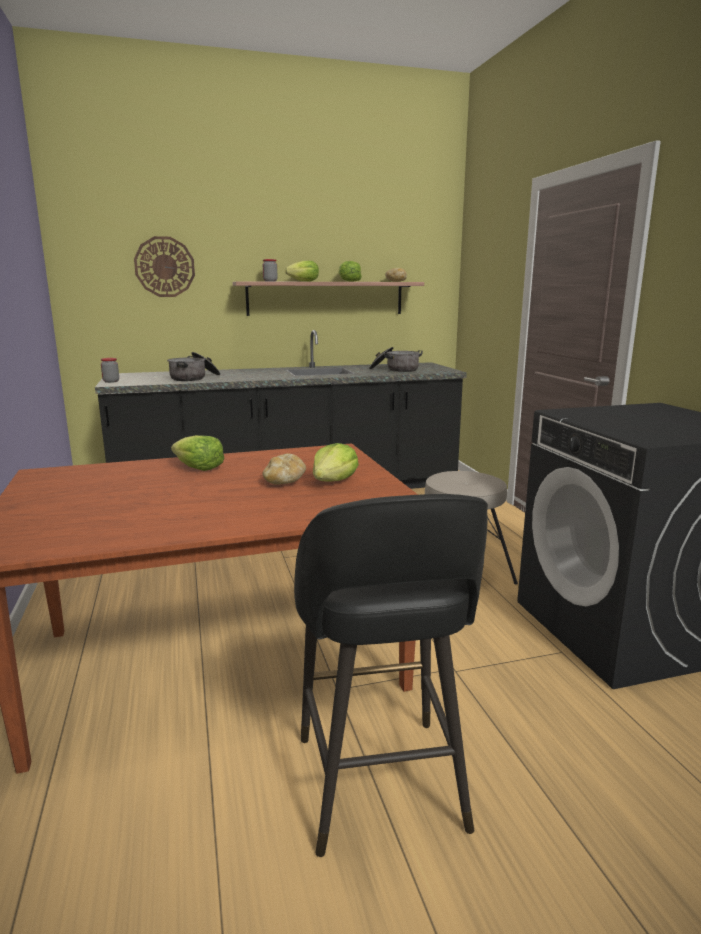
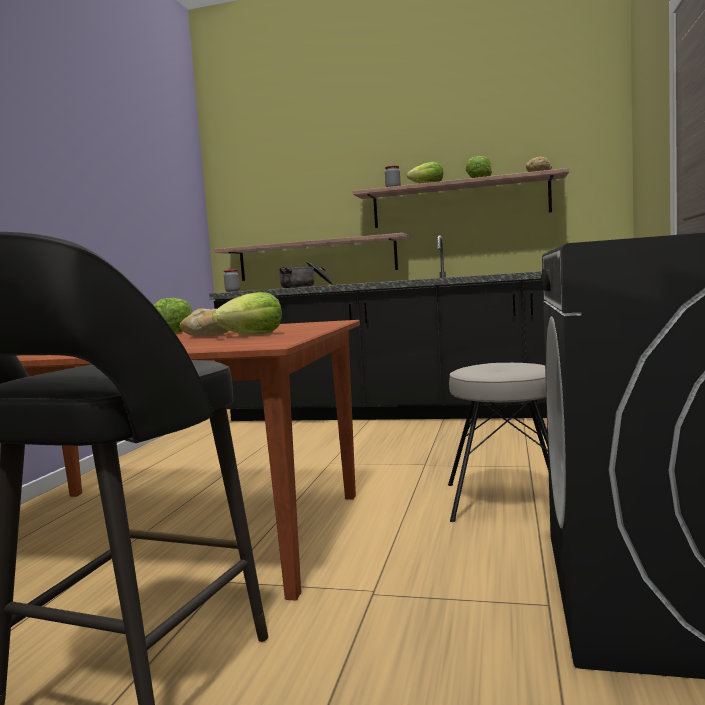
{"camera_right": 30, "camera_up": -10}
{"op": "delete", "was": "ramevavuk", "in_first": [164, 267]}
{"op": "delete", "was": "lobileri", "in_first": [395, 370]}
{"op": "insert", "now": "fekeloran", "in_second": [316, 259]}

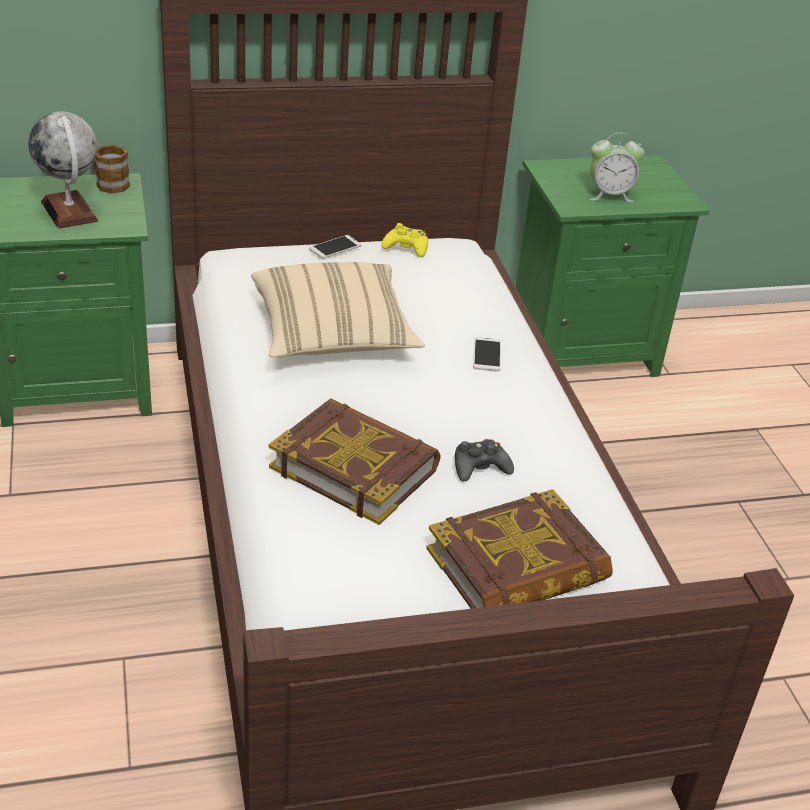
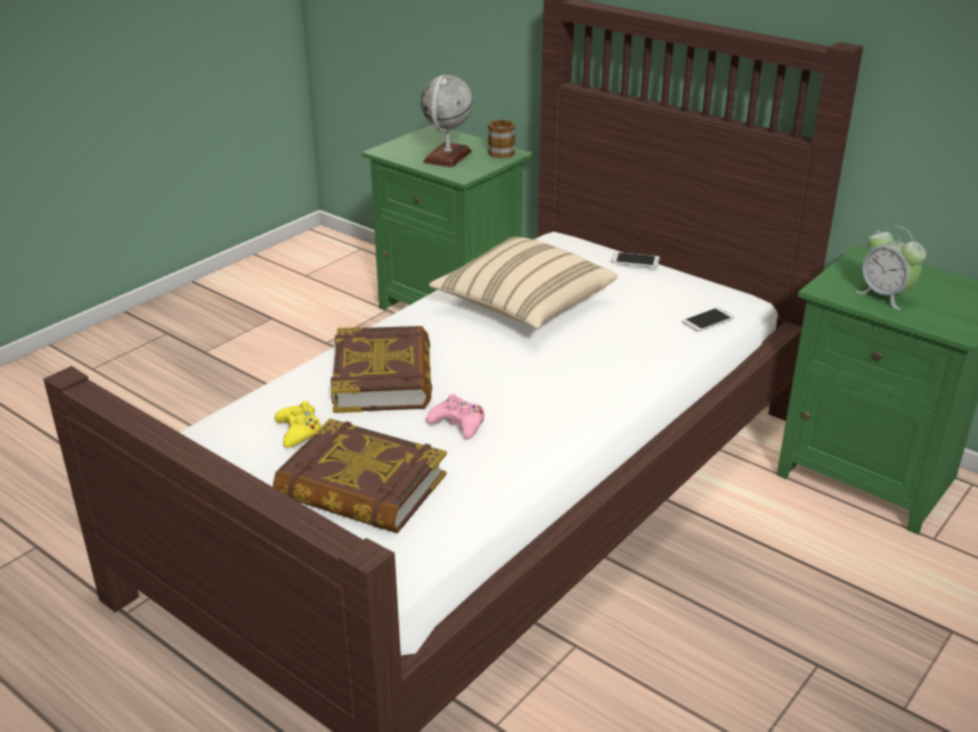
{"camera_right": 55, "camera_up": -5}
{"op": "move", "was": "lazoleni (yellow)", "in_first": [406, 247], "in_second": [299, 432]}
{"op": "move", "was": "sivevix", "in_first": [487, 355], "in_second": [708, 320]}
{"op": "recolor", "was": "lazoleni (black)", "now": "lazoleni (pink)", "in_first": [480, 467], "in_second": [458, 424]}

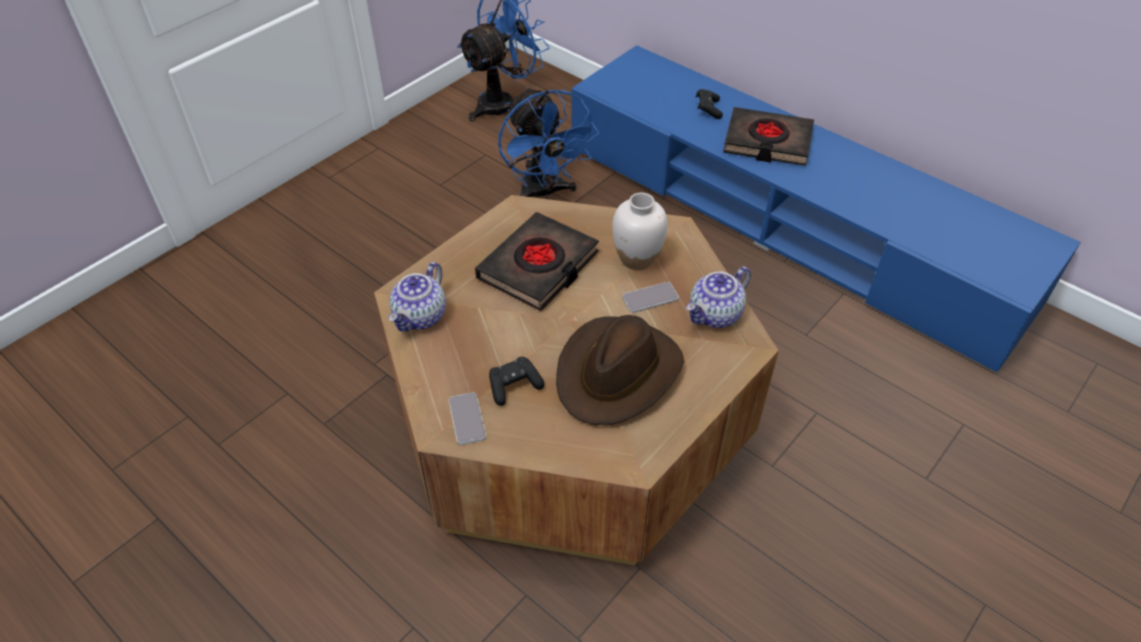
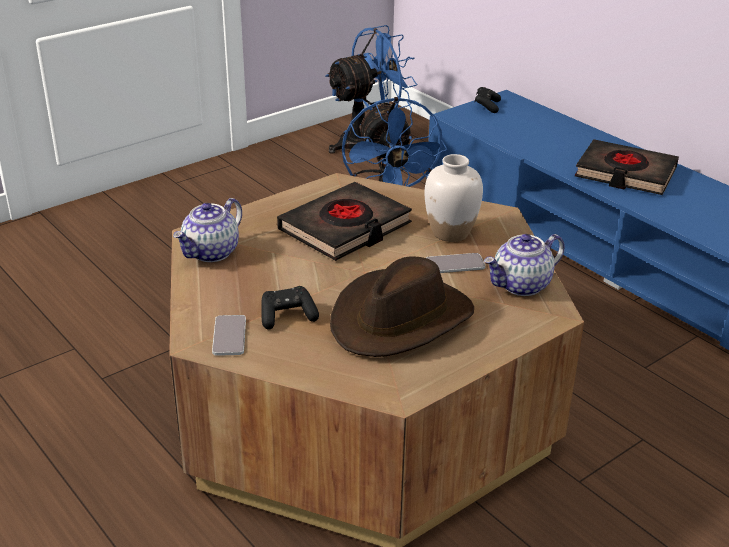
{"camera_right": 10, "camera_up": -15}
{"op": "move", "was": "lazoleni (black)", "in_first": [708, 109], "in_second": [487, 106]}

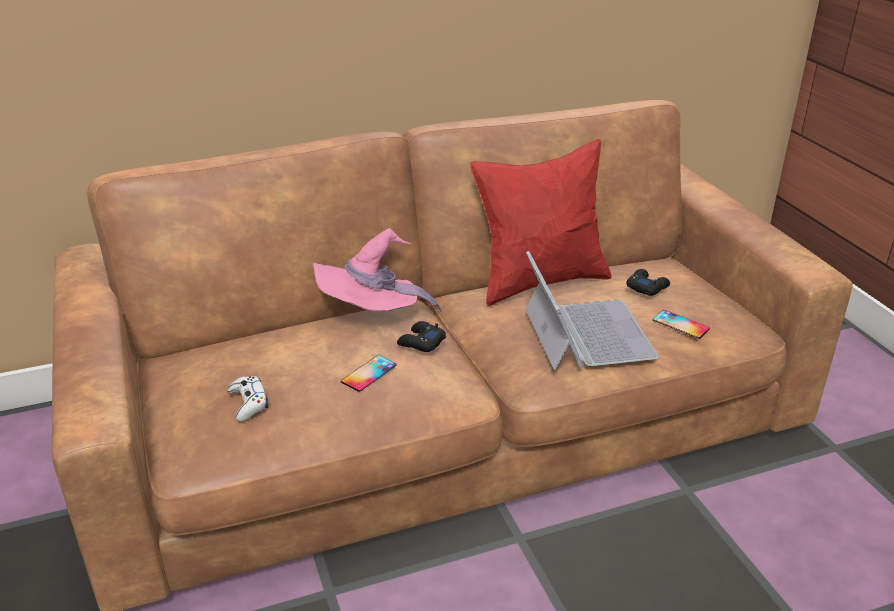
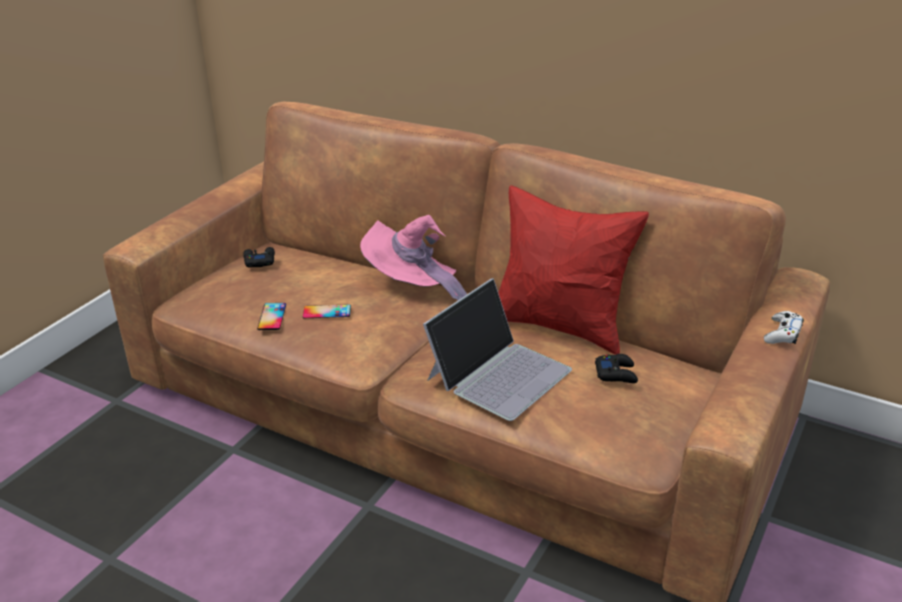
{"camera_right": 50, "camera_up": 0}
{"op": "move", "was": "lazoleni (white)", "in_first": [248, 403], "in_second": [782, 334]}
{"op": "move", "was": "lazoleni (black)", "in_first": [421, 342], "in_second": [259, 261]}
{"op": "move", "was": "sivevix", "in_first": [680, 324], "in_second": [272, 316]}

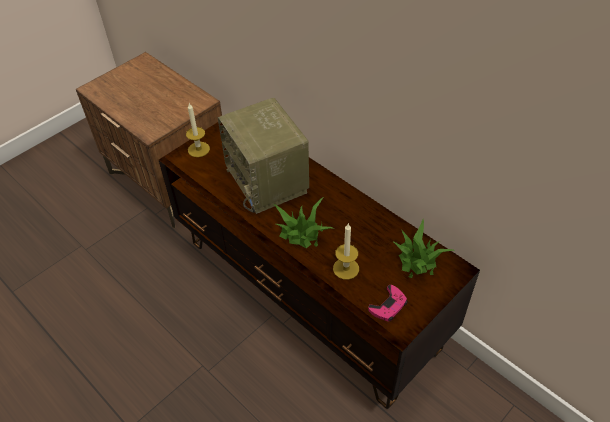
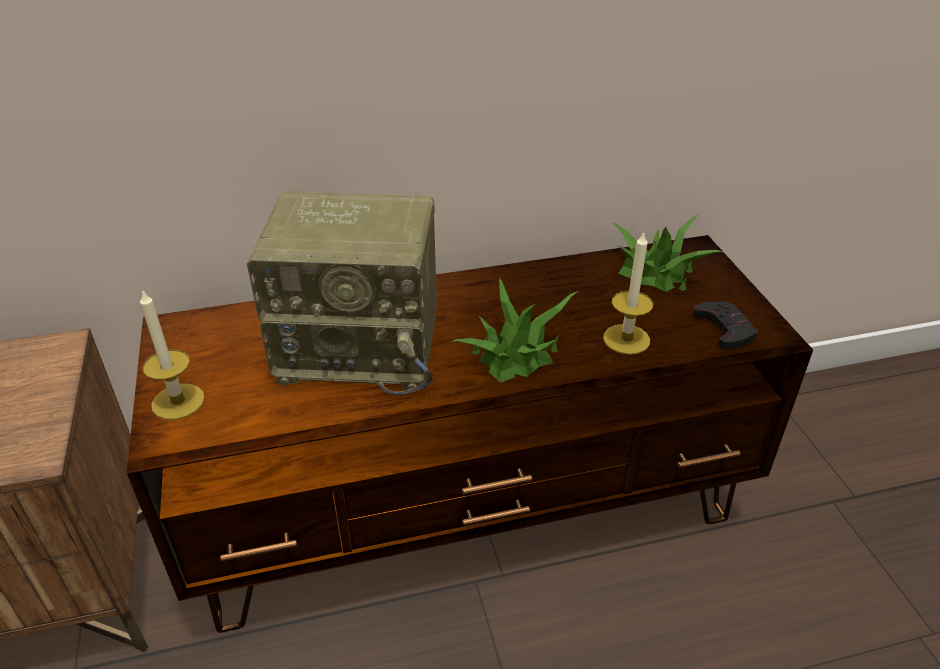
{"camera_right": -60, "camera_up": -10}
{"op": "recolor", "was": "lazoleni (pink)", "now": "lazoleni (black)", "in_first": [388, 306], "in_second": [724, 328]}

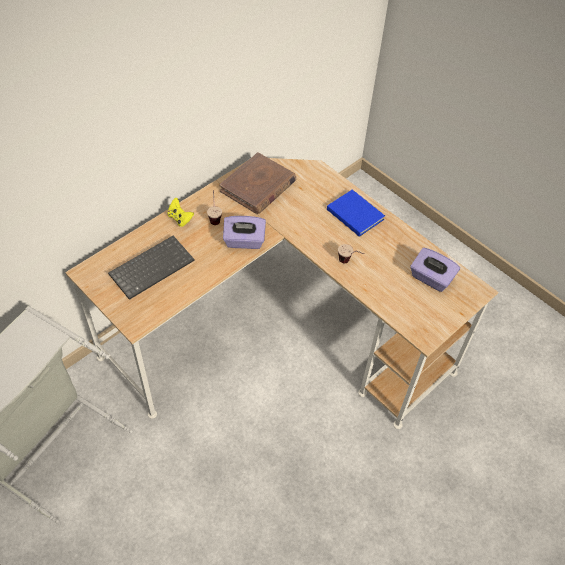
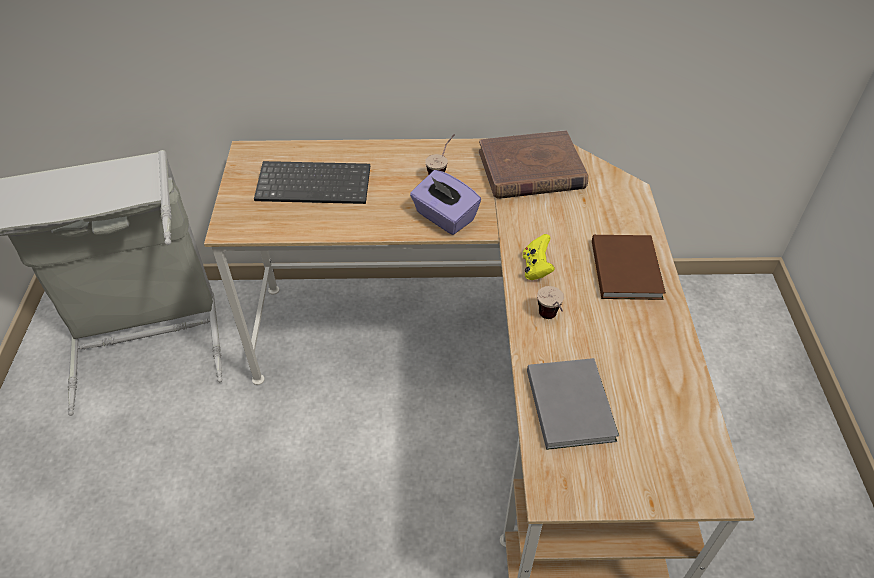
{"camera_right": 45, "camera_up": -5}
{"op": "delete", "was": "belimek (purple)", "in_first": [431, 278]}
{"op": "insert", "now": "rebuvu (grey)", "in_second": [571, 403]}
{"op": "move", "was": "lazoleni (yellow)", "in_first": [180, 218], "in_second": [536, 268]}
{"op": "recolor", "was": "rebuvu (blue)", "now": "rebuvu (brown)", "in_first": [354, 213], "in_second": [627, 268]}

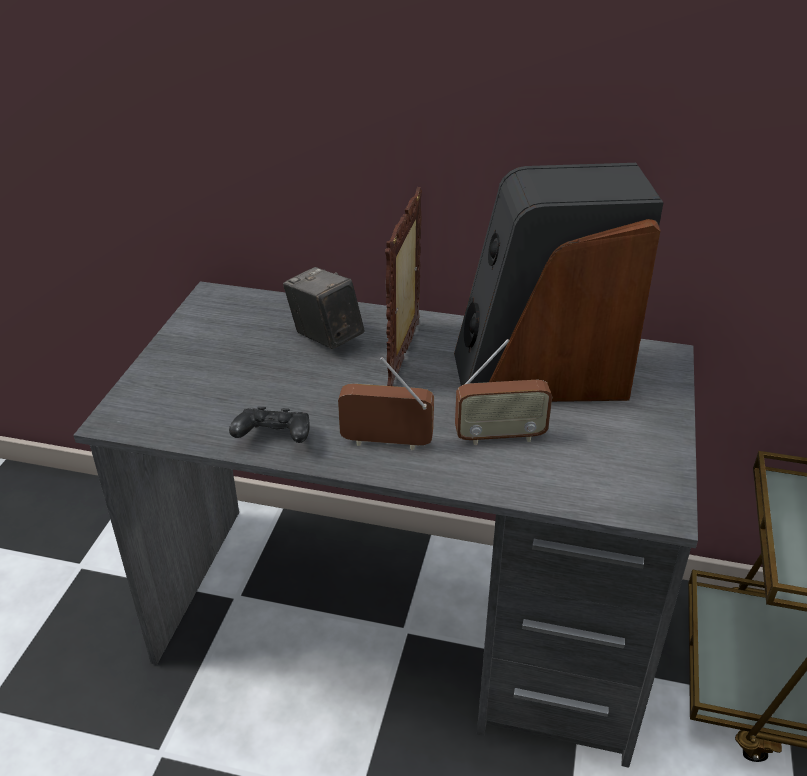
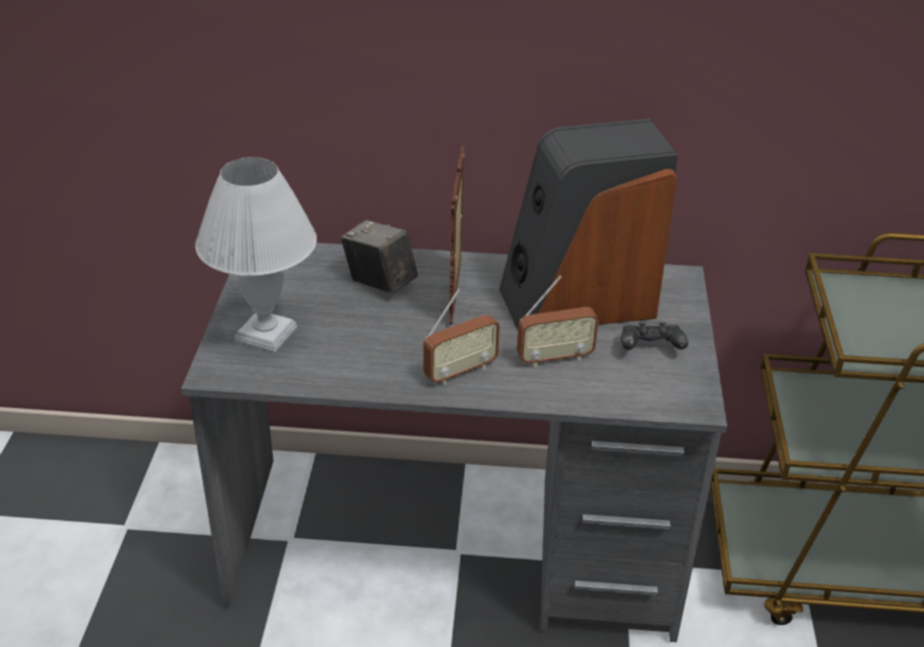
{"camera_right": -10, "camera_up": 0}
{"op": "insert", "now": "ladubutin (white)", "in_second": [266, 333]}
{"op": "move", "was": "lazoleni (black)", "in_first": [274, 439], "in_second": [650, 349]}
{"op": "rotate", "was": "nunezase", "in_first": [386, 442], "in_second": [460, 371], "clockwise": 150}

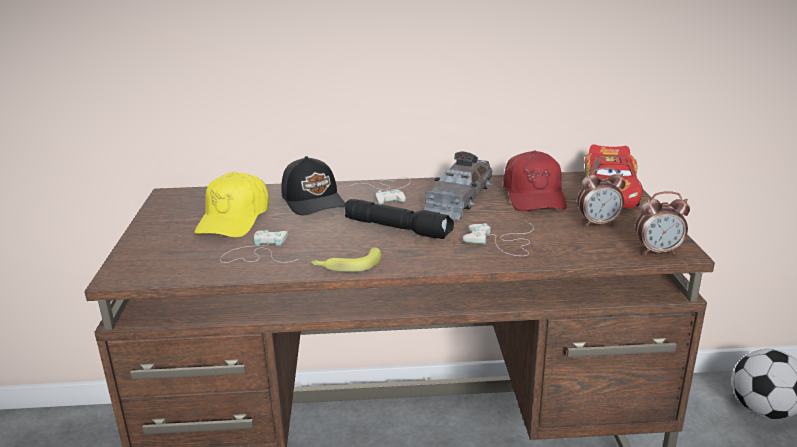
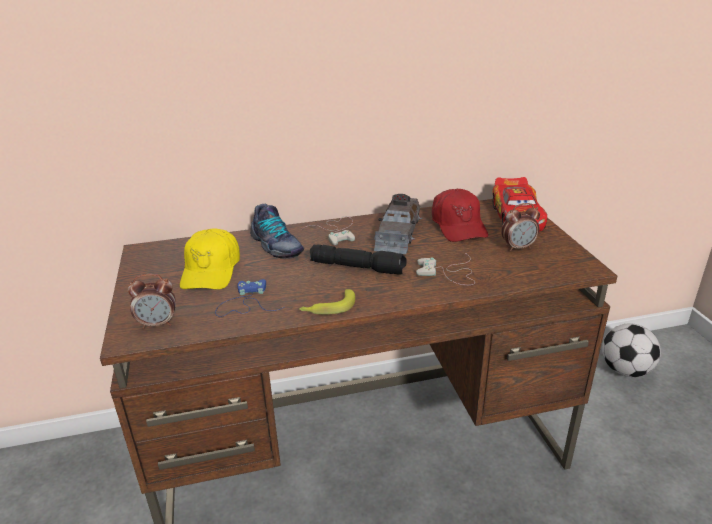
{"camera_right": -10, "camera_up": 5}
{"op": "move", "was": "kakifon", "in_first": [658, 251], "in_second": [158, 324]}
{"op": "replace", "was": "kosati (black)", "now": "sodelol", "in_first": [314, 200], "in_second": [276, 245]}
{"op": "recolor", "was": "lazoleni (white)", "now": "lazoleni (blue)", "in_first": [258, 253], "in_second": [246, 303]}

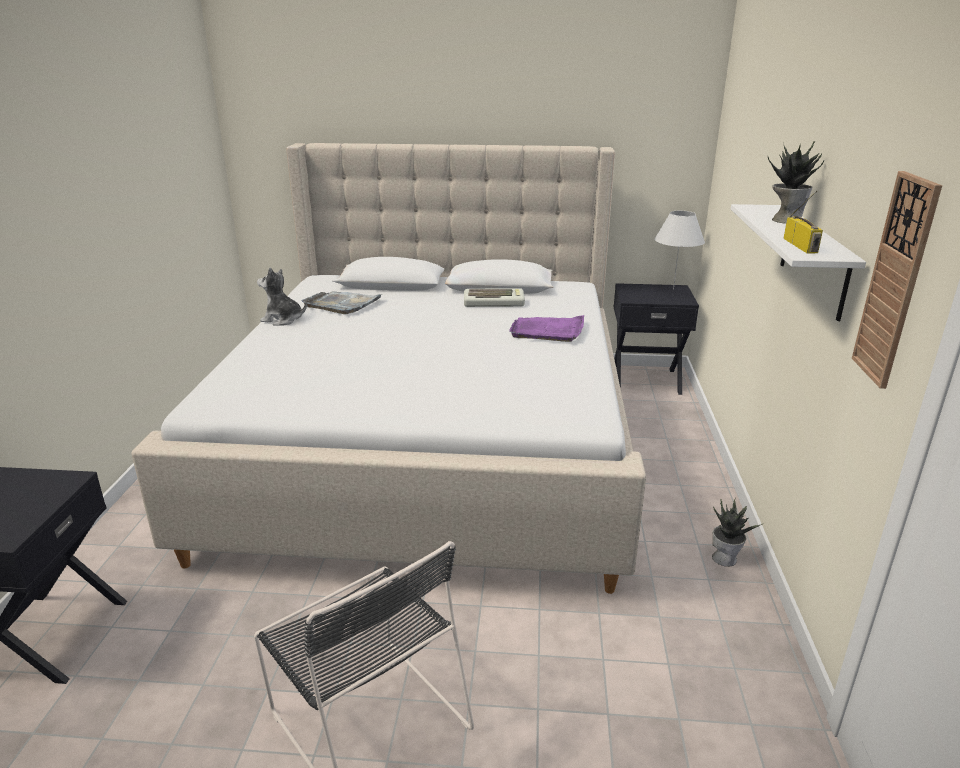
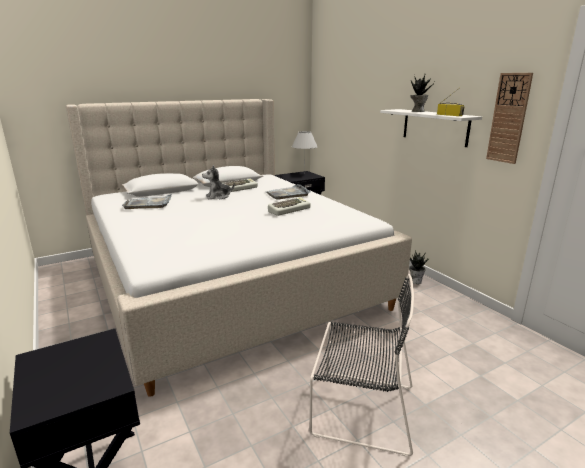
{"camera_right": -35, "camera_up": -5}
{"op": "insert", "now": "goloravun", "in_second": [289, 209]}
{"op": "move", "was": "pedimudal", "in_first": [283, 320], "in_second": [218, 197]}
{"op": "recolor", "was": "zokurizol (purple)", "now": "zokurizol (grey)", "in_first": [547, 330], "in_second": [288, 194]}

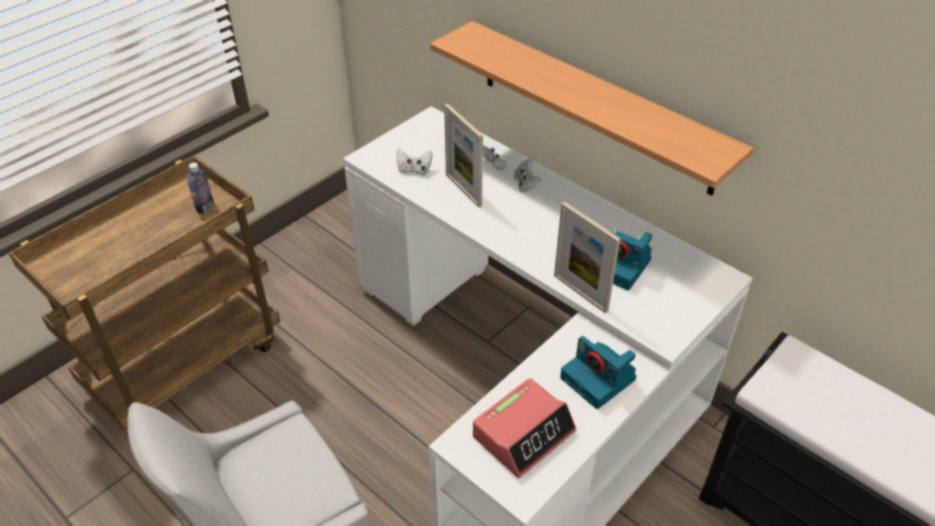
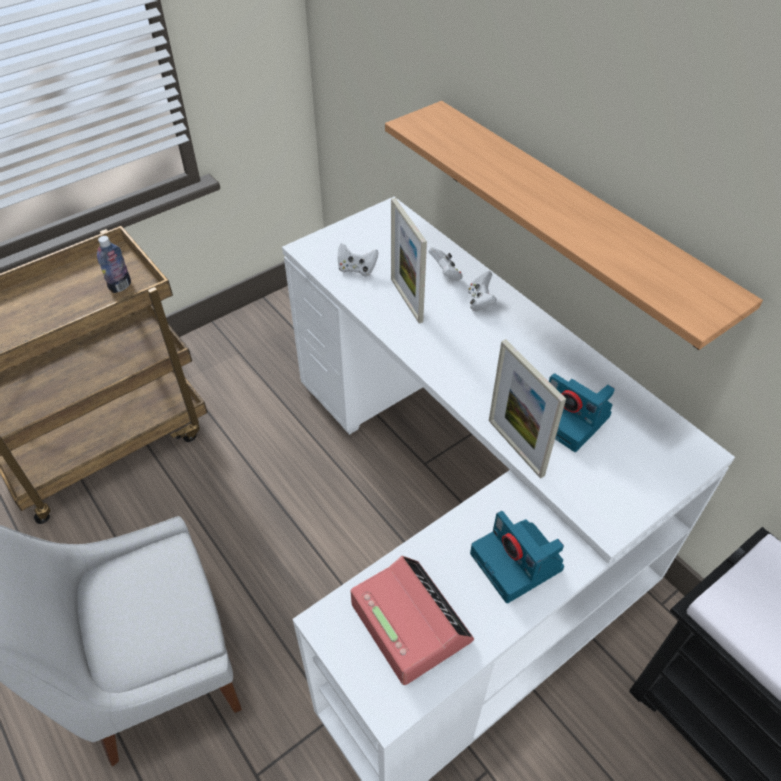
{"camera_right": 10, "camera_up": 5}
{"op": "rotate", "was": "kakifon", "in_first": [524, 433], "in_second": [410, 622], "clockwise": -90}

